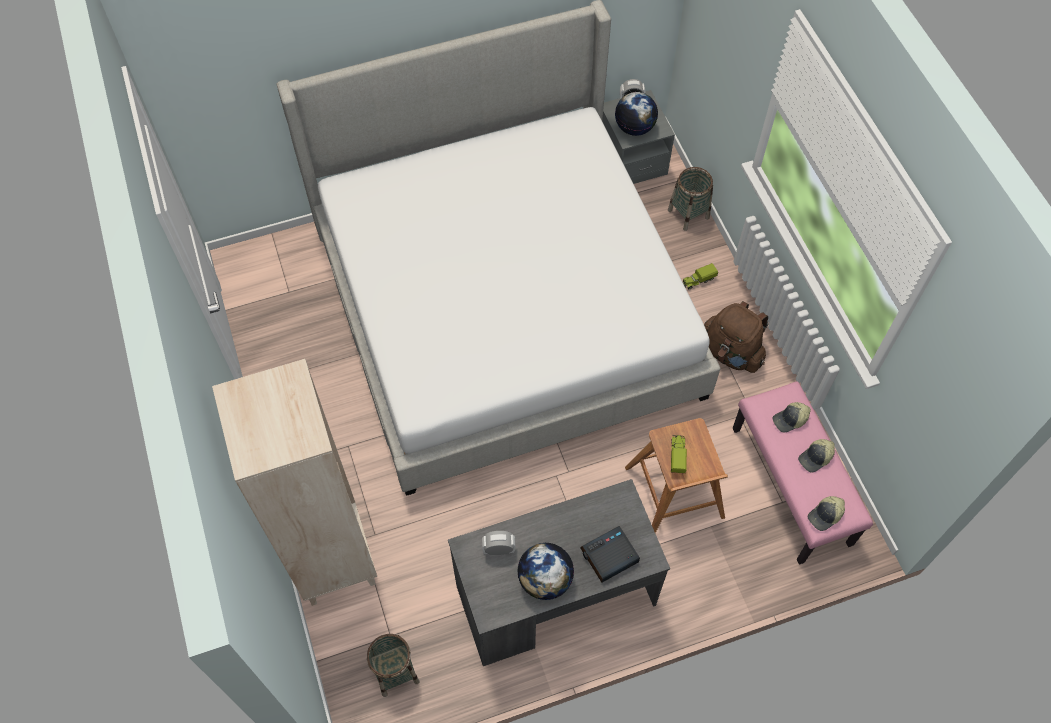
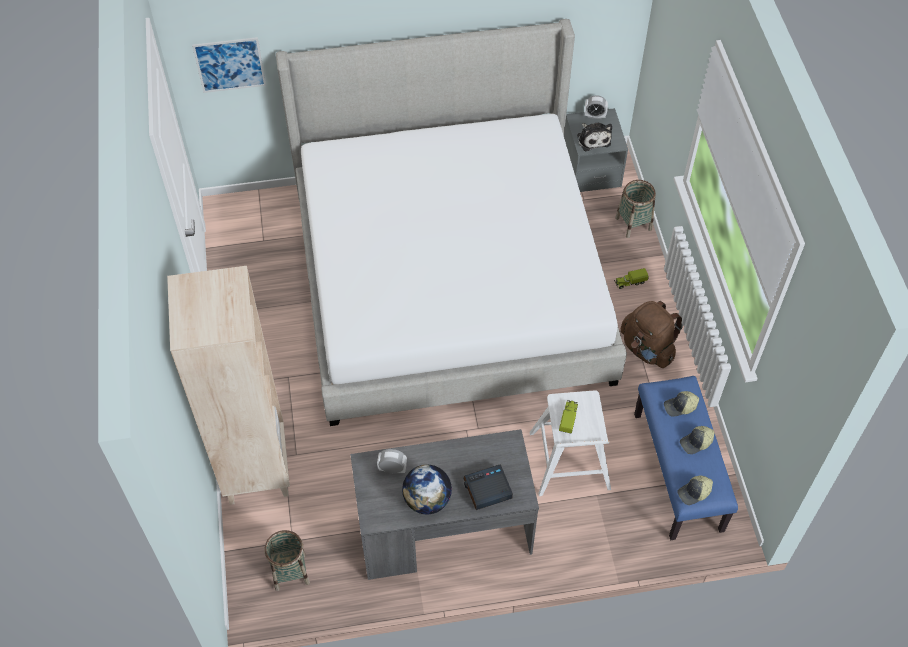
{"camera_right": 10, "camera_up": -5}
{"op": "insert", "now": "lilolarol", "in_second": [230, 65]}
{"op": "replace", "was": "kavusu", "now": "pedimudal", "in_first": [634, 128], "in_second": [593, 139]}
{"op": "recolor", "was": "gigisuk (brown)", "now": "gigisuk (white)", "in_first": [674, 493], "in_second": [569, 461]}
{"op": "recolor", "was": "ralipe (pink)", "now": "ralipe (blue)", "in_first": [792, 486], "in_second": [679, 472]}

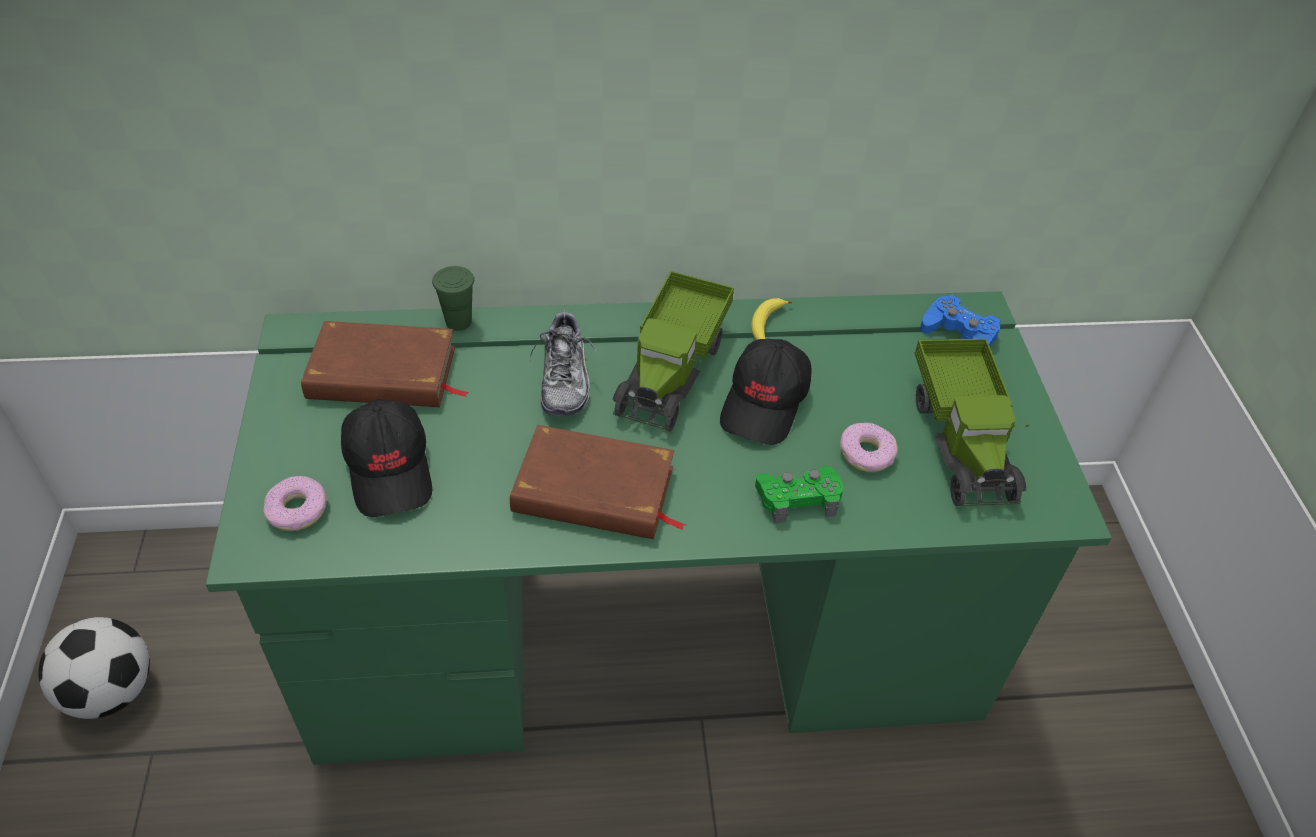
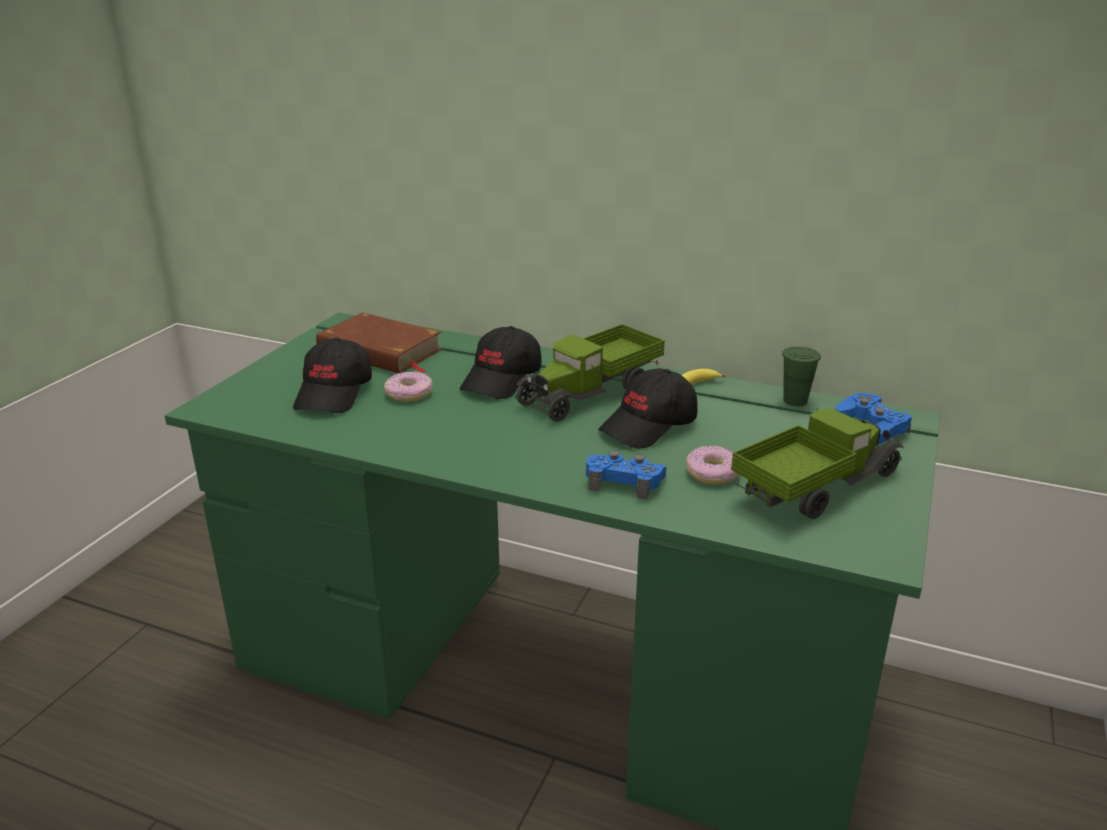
{"camera_right": 30, "camera_up": -20}
{"op": "delete", "was": "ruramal", "in_first": [111, 691]}
{"op": "delete", "was": "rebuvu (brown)", "in_first": [594, 491]}
{"op": "move", "was": "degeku", "in_first": [298, 510], "in_second": [409, 393]}
{"op": "move", "was": "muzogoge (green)", "in_first": [458, 322], "in_second": [795, 401]}
{"op": "replace", "was": "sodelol", "now": "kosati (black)", "in_first": [564, 379], "in_second": [502, 380]}
{"op": "recolor", "was": "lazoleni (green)", "now": "lazoleni (blue)", "in_first": [798, 498], "in_second": [624, 482]}
{"op": "rotate", "was": "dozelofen", "in_first": [962, 439], "in_second": [815, 487], "clockwise": -150}

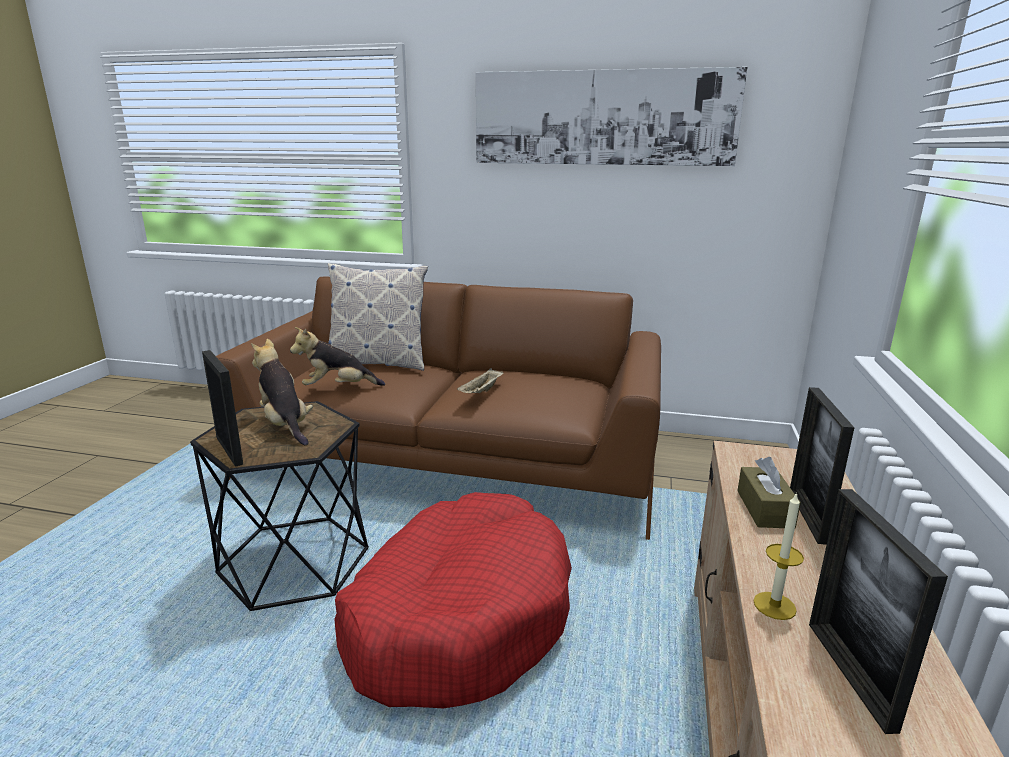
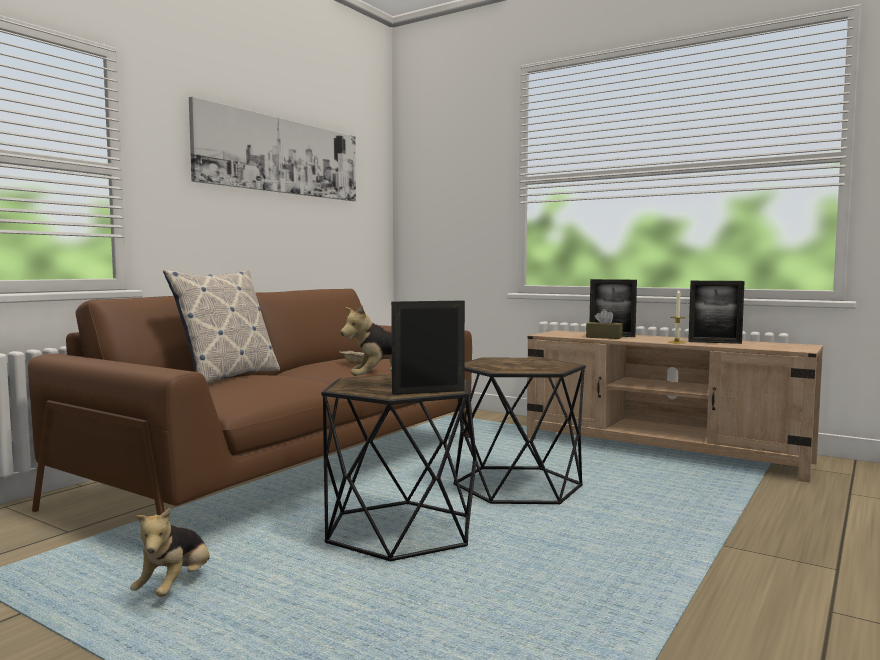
{"camera_right": -70, "camera_up": -15}
{"op": "move", "was": "pedimudal", "in_first": [338, 388], "in_second": [176, 587]}
{"op": "replace", "was": "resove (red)", "now": "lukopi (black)", "in_first": [458, 616], "in_second": [517, 486]}

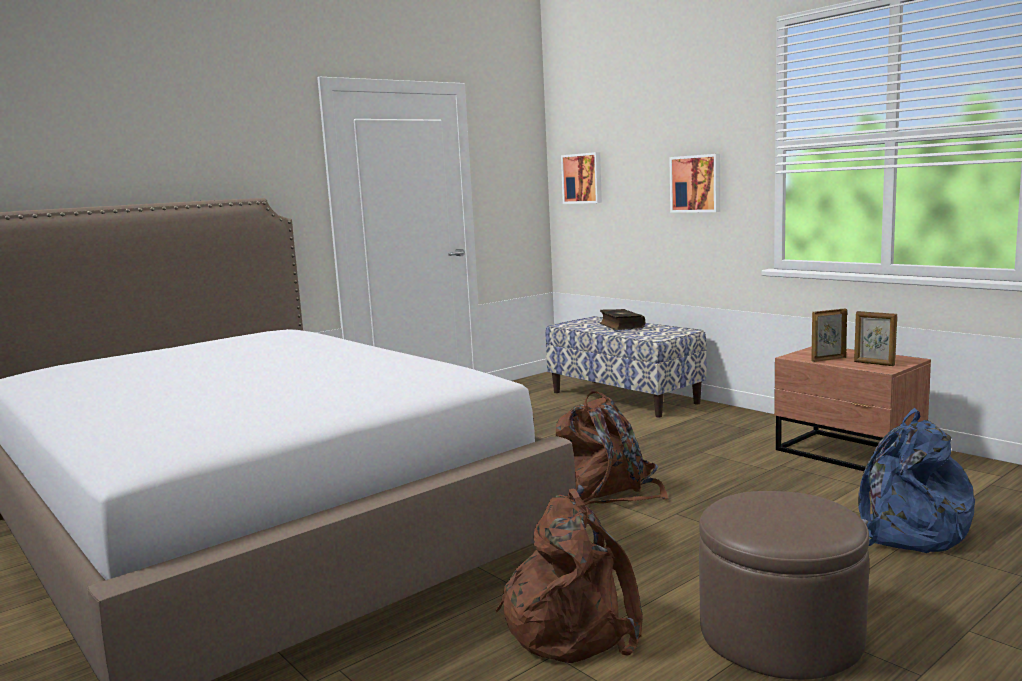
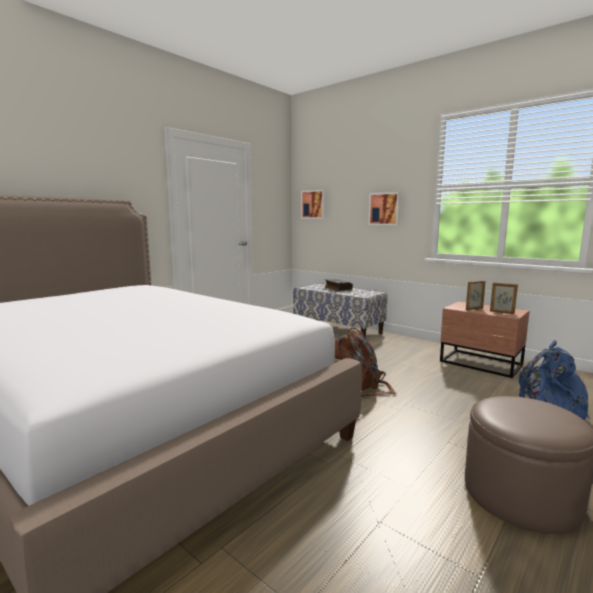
{"camera_right": -10, "camera_up": 0}
{"op": "delete", "was": "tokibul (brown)", "in_first": [572, 626]}

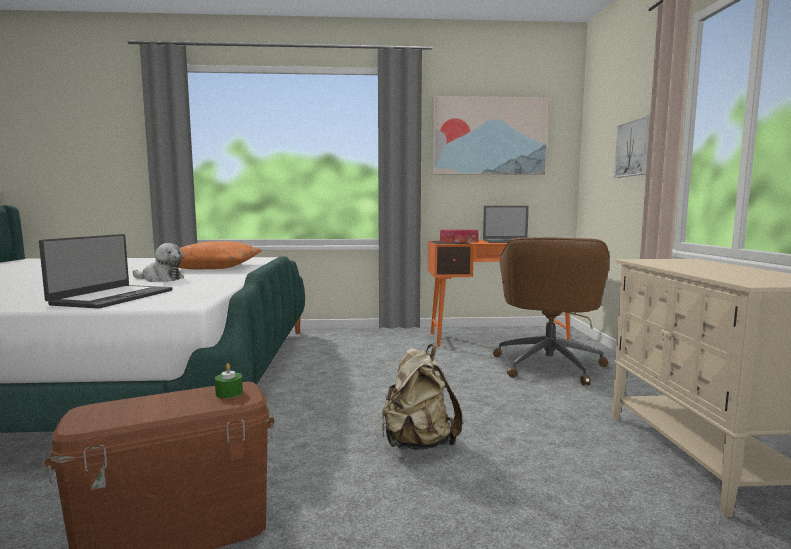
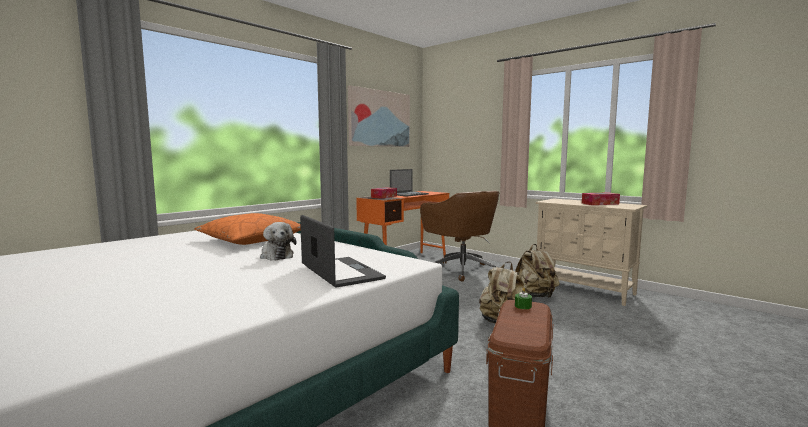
{"camera_right": -45, "camera_up": 0}
{"op": "delete", "was": "lilolarol", "in_first": [635, 148]}
{"op": "insert", "now": "tokibul (beige)", "in_second": [534, 297]}
{"op": "insert", "now": "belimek", "in_second": [600, 203]}
{"op": "rotate", "was": "pedimudal", "in_first": [160, 279], "in_second": [276, 255], "clockwise": 90}

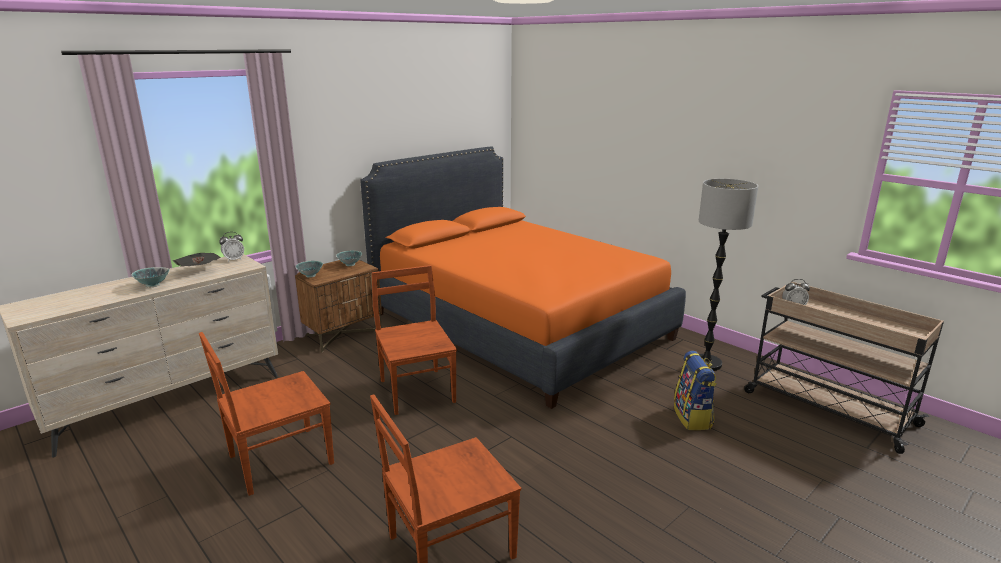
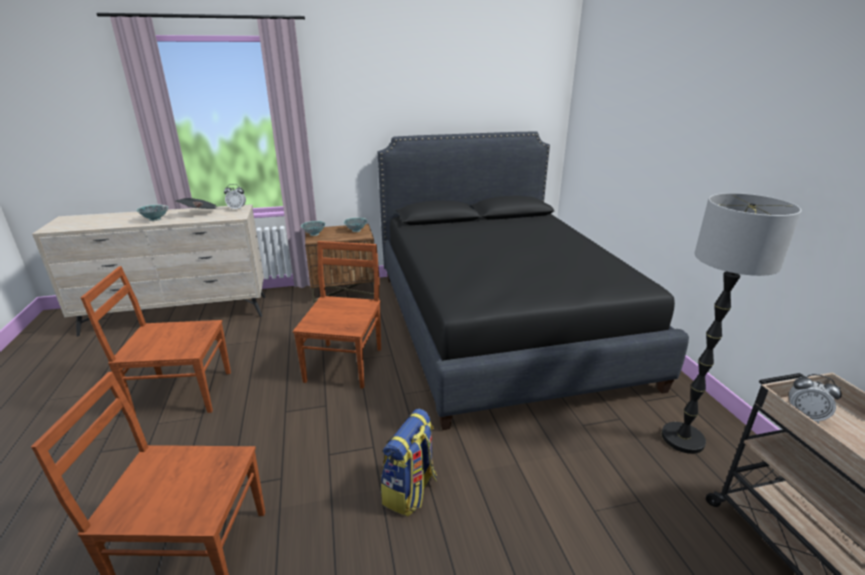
{"camera_right": 30, "camera_up": 5}
{"op": "move", "was": "tokibul", "in_first": [693, 418], "in_second": [410, 491]}
{"op": "recolor", "was": "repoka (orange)", "now": "repoka (black)", "in_first": [518, 326], "in_second": [500, 324]}

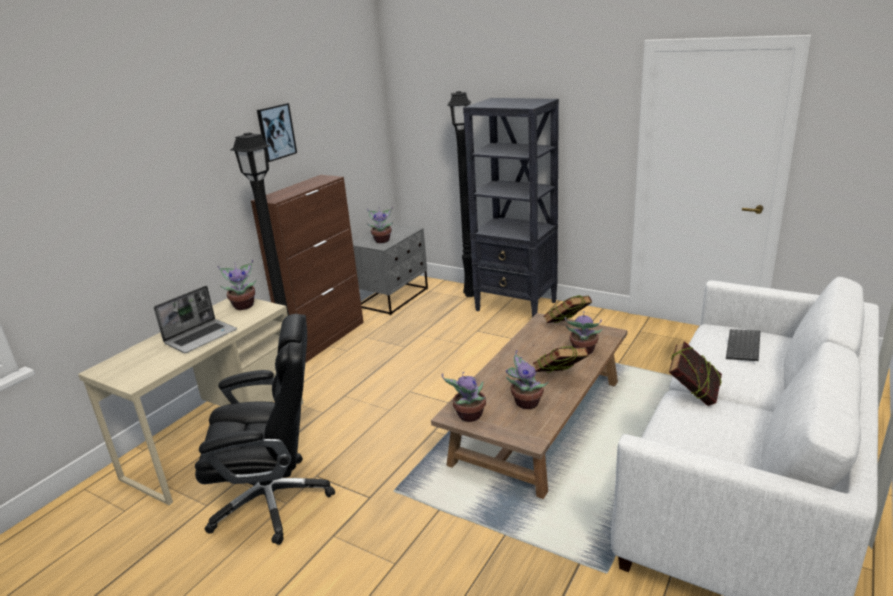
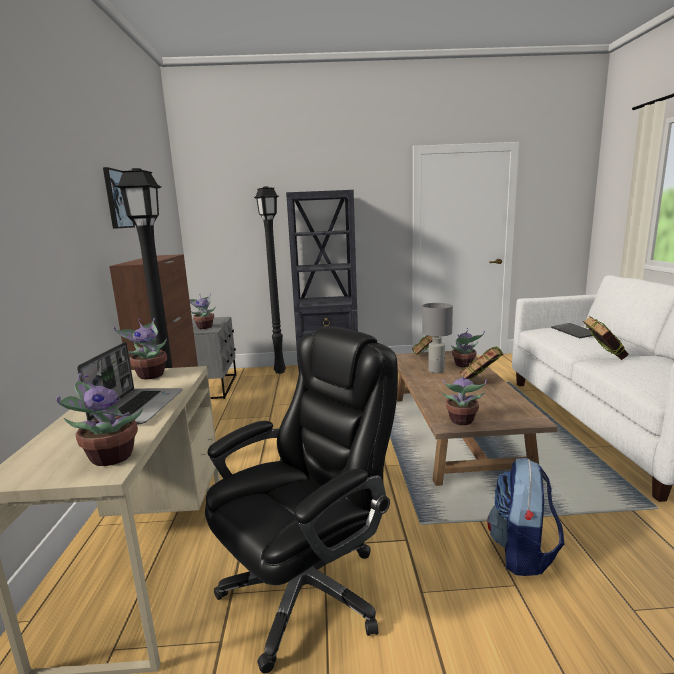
{"camera_right": -35, "camera_up": -10}
{"op": "insert", "now": "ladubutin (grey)", "in_second": [436, 370]}
{"op": "insert", "now": "tokibul", "in_second": [522, 553]}
{"op": "move", "was": "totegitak", "in_first": [525, 403], "in_second": [109, 457]}

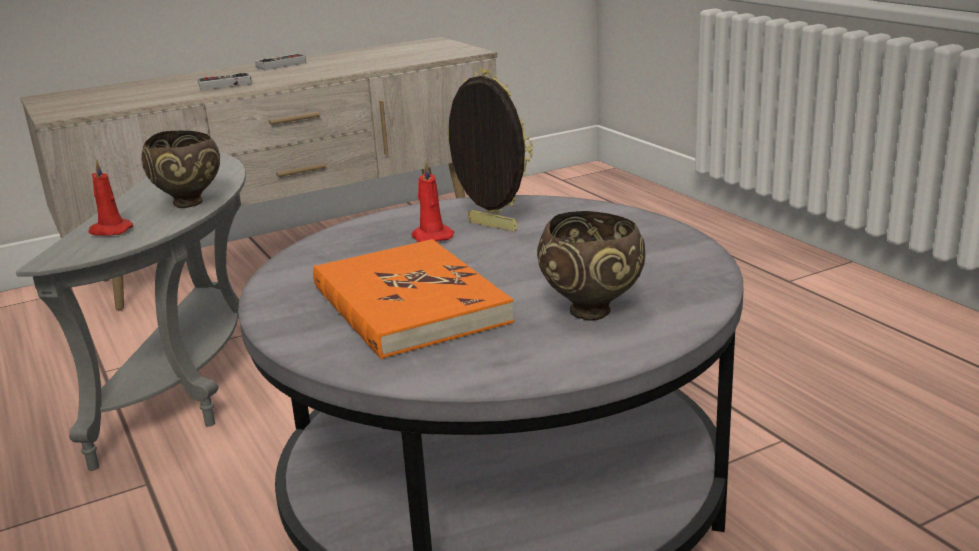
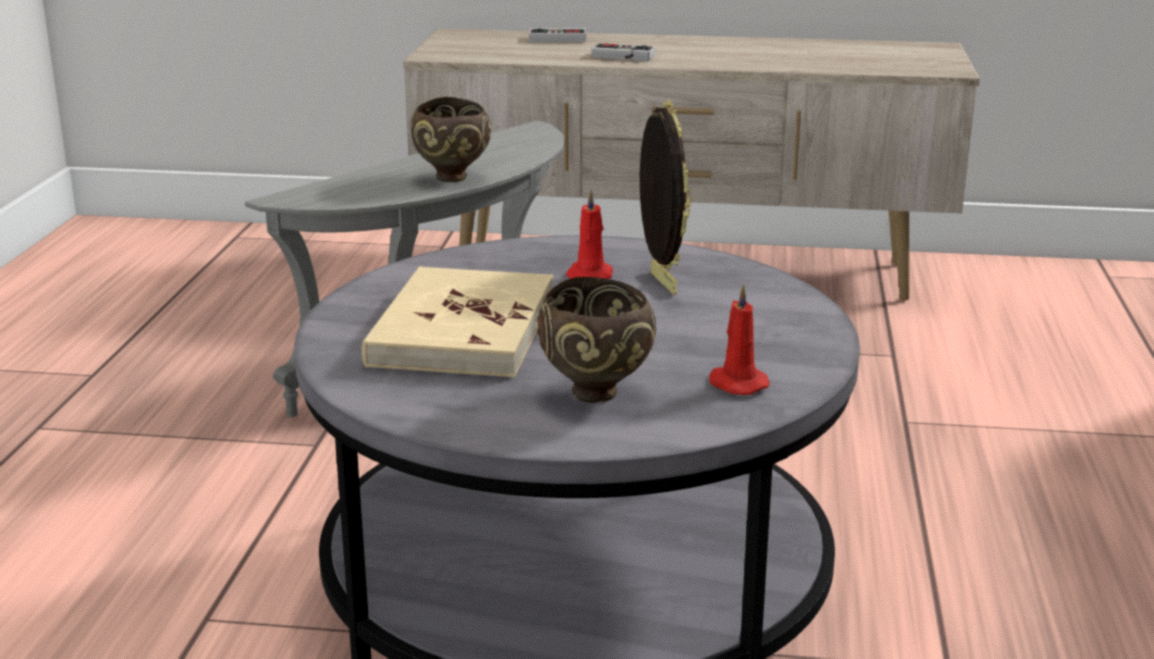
{"camera_right": 35, "camera_up": 0}
{"op": "move", "was": "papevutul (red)", "in_first": [109, 231], "in_second": [736, 384]}
{"op": "move", "was": "lazoleni", "in_first": [279, 64], "in_second": [557, 38]}
{"op": "recolor", "was": "rebuvu (orange)", "now": "rebuvu (beige)", "in_first": [408, 305], "in_second": [462, 330]}

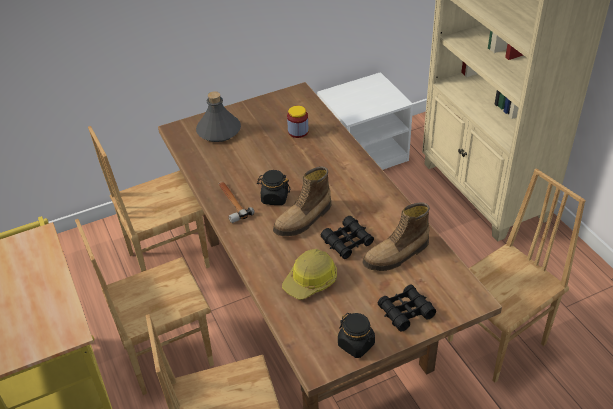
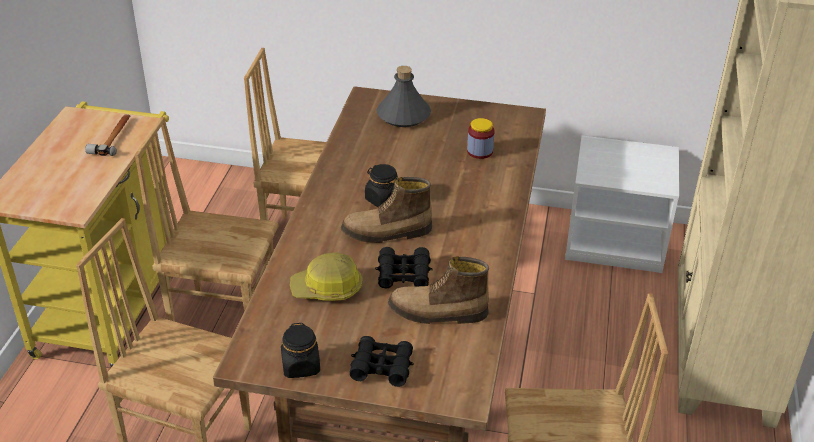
{"camera_right": 35, "camera_up": -5}
{"op": "move", "was": "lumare", "in_first": [231, 202], "in_second": [113, 137]}

